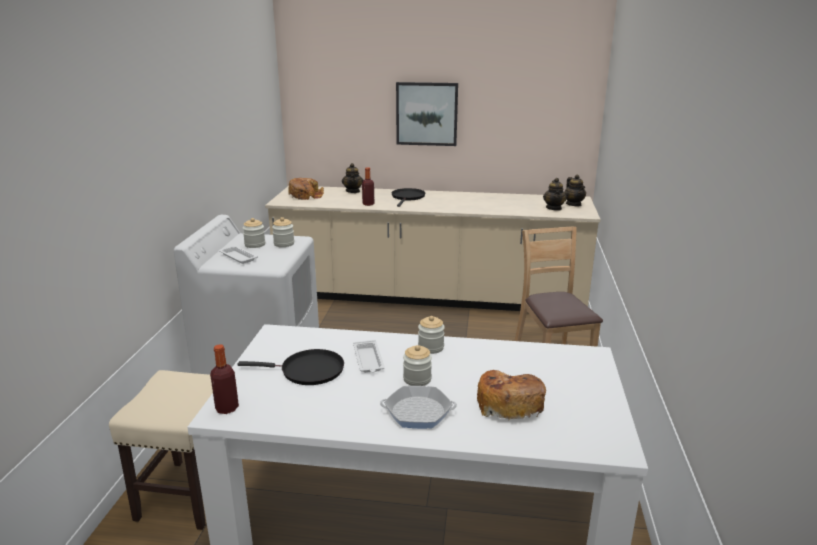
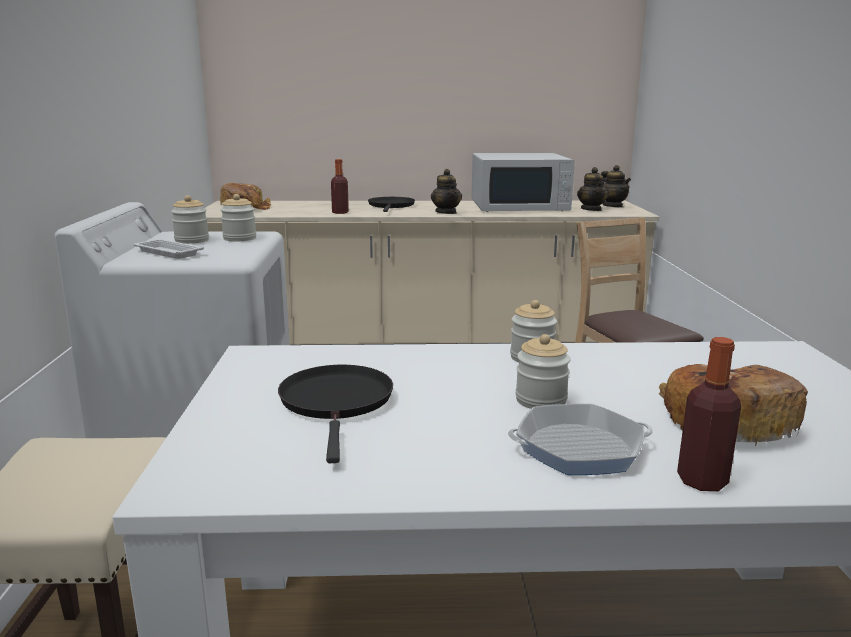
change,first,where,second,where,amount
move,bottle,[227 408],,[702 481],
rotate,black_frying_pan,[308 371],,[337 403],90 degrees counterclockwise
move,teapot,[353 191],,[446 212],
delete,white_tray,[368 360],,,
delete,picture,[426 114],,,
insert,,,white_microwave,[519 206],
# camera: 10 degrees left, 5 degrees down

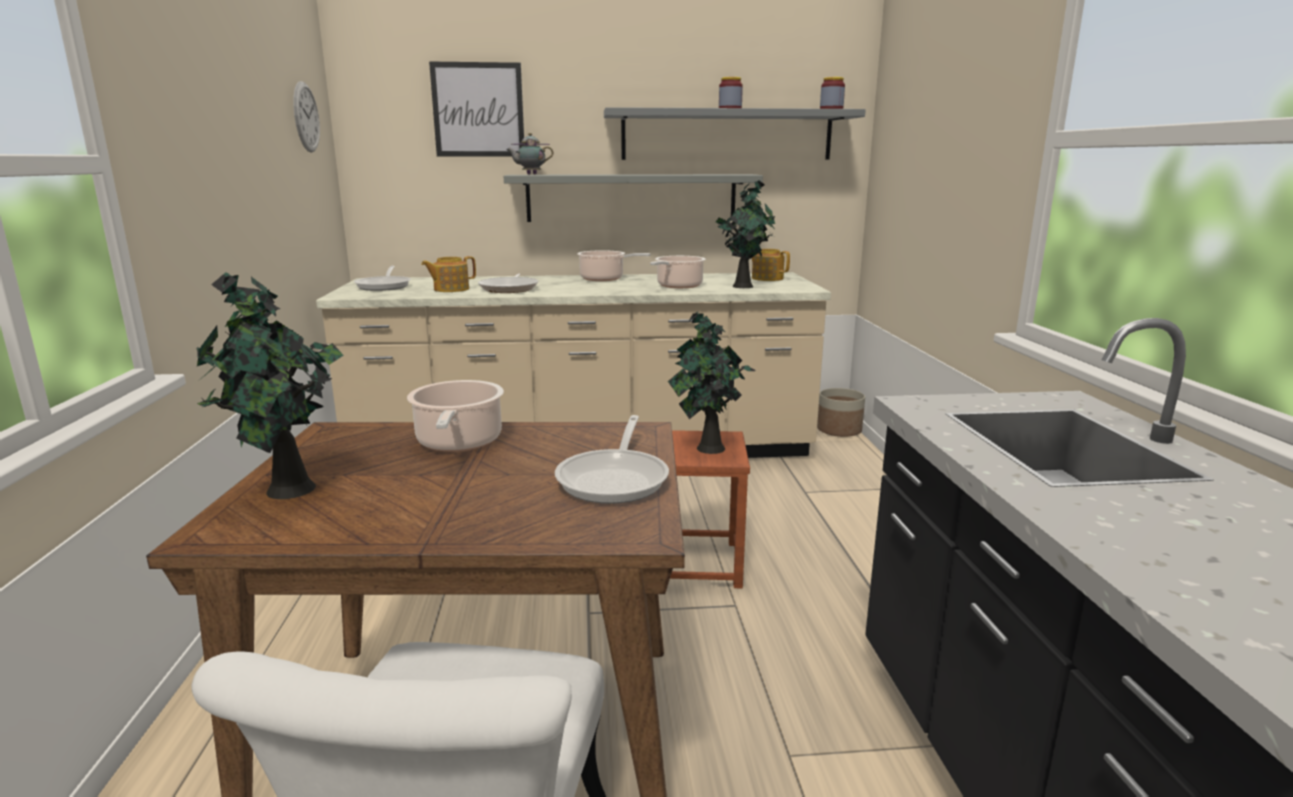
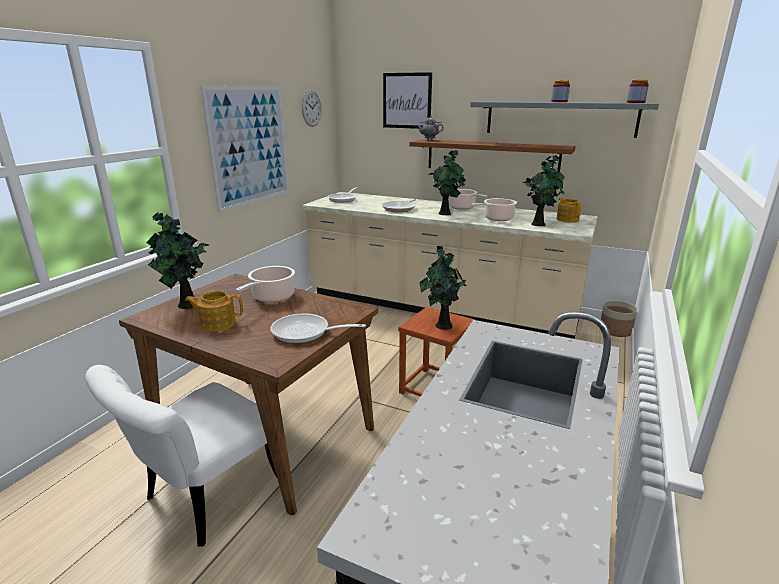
change,first,where,second,where,amount
move,teapot,[450 289],,[217 323],
recolor,grey_shelf,[631 198],brown_shelf,[491 157],
rotate,frying_pan,[615 478],,[306 333],60 degrees clockwise
insert,,,picture,[250 146],
insert,,,potted_plant,[446 213],
# camera: 30 degrees right, 5 degrees up

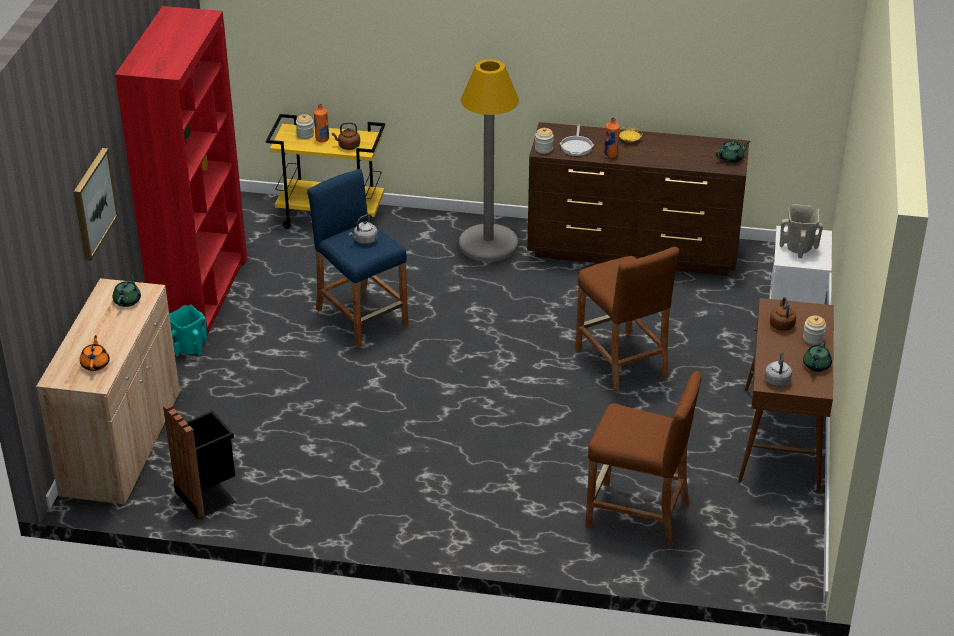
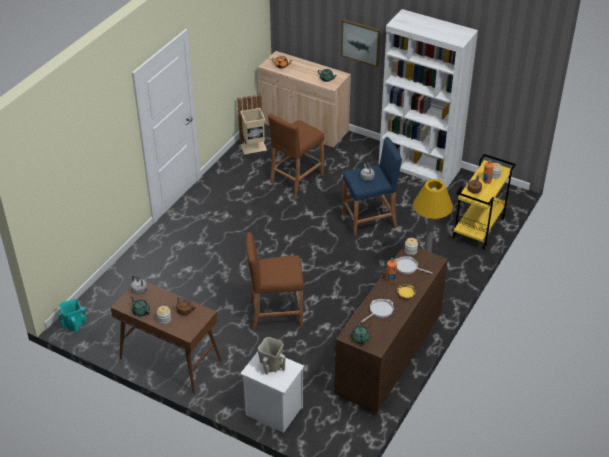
change,first,where,second,where,amount
recolor,red_bookcase,[201 292],white_bookcase,[419 167],
recolor,black_trash_can,[207 495],beige_trash_can,[253 147],
move,turquoise_vase,[189 349],,[74 325],
move,brown_stool,[637 515],,[296 178],
insert,,,frying_pan,[379 310],
# camera: 110 degrees right, 5 degrees up

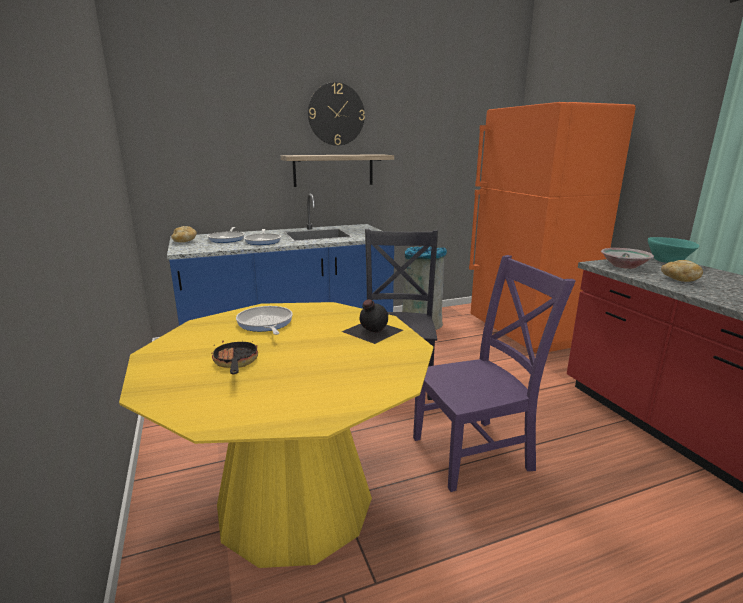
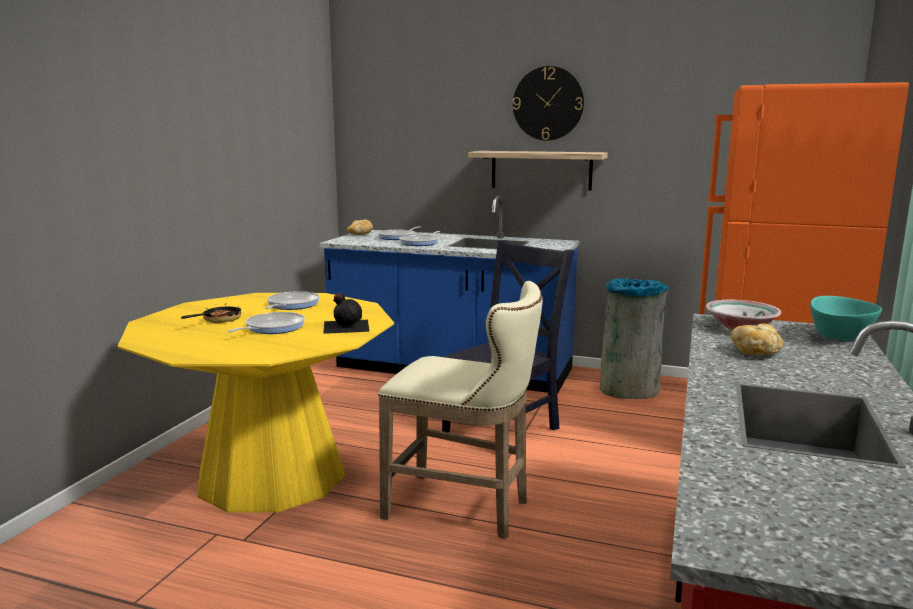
change,first,where,second,where,amount
replace,purple_chair,[476 452],beige_stool,[464 509],
insert,,,frying_pan,[272 328],
# camera: 40 degrees right, 5 degrees down

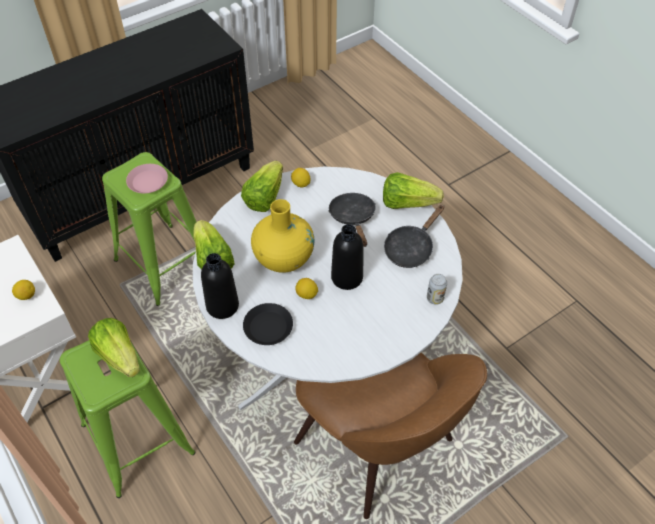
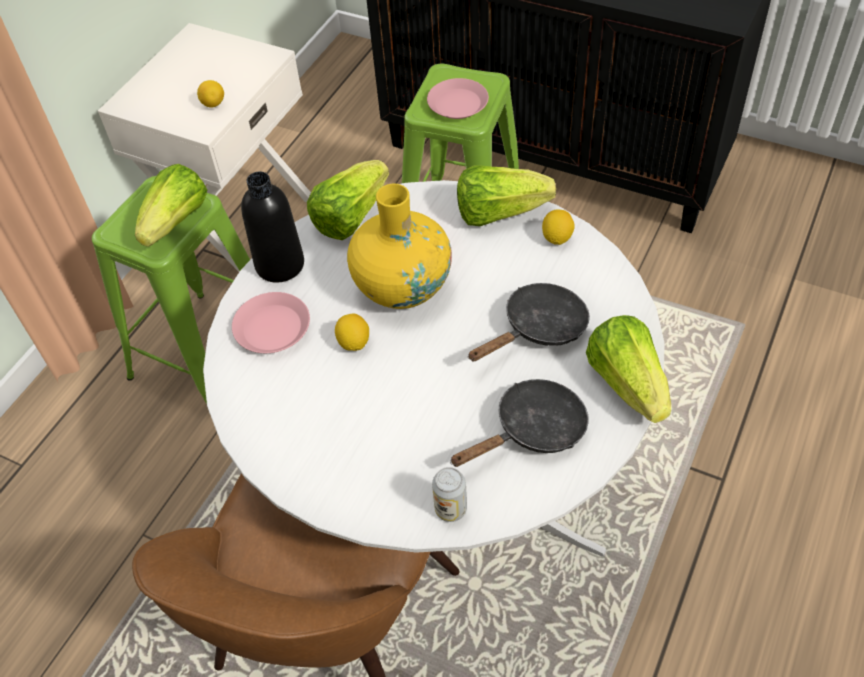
change,first,where,second,where,amount
recolor,black_plate,[268 327],pink_plate,[272 327],
delete,black_bottle,[347 277],,,
rotate,black_frying_pan,[411 248],,[533 430],135 degrees clockwise
# camera: 65 degrees right, 0 degrees up

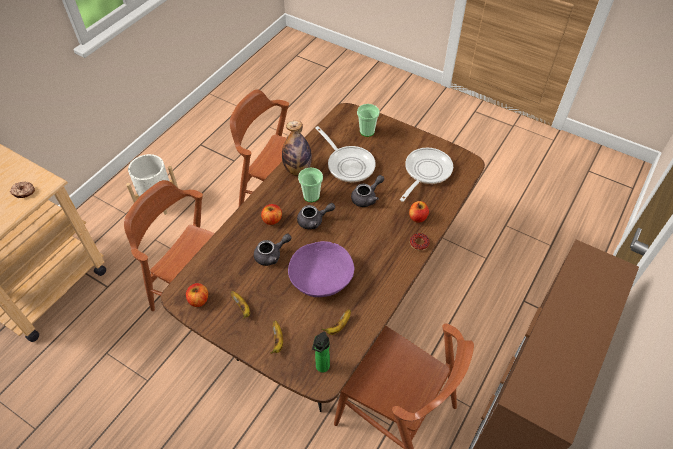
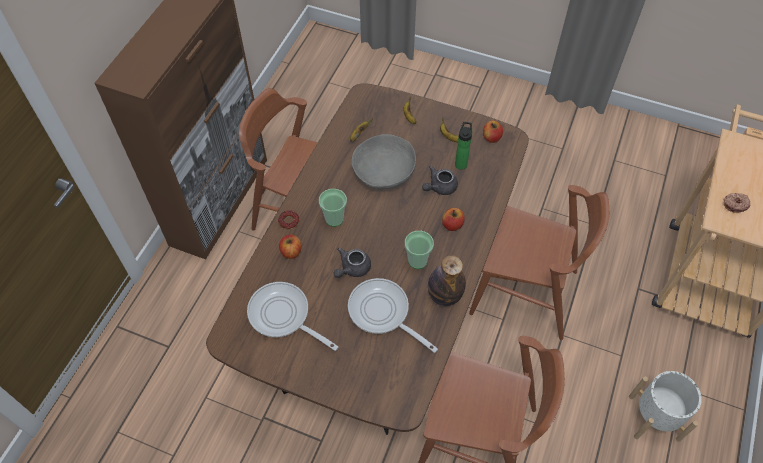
change,first,where,second,where,amount
recolor,purple_bowl,[321 278],grey_bowl,[384 172],
delete,grey_teapot,[314 221],,,
move,bottle,[321 368],,[461 163],
move,cup,[367 131],,[334 219],
rotate,frying_pan,[425 172],,[283 316],105 degrees clockwise
# camera: 170 degrees right, 5 degrees up

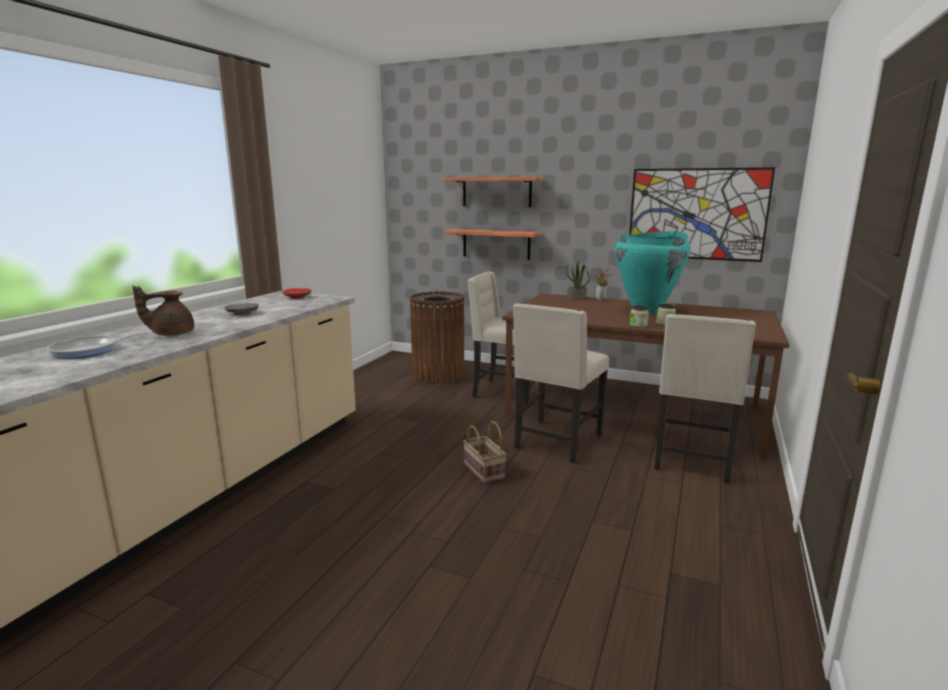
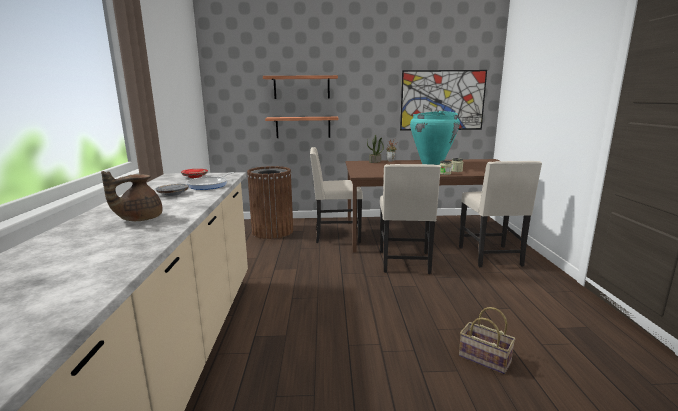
change,first,where,second,where,amount
move,frying_pan,[89 350],,[210 185],
move,basket,[482 470],,[483 358],
# camera: 25 degrees left, 0 degrees up

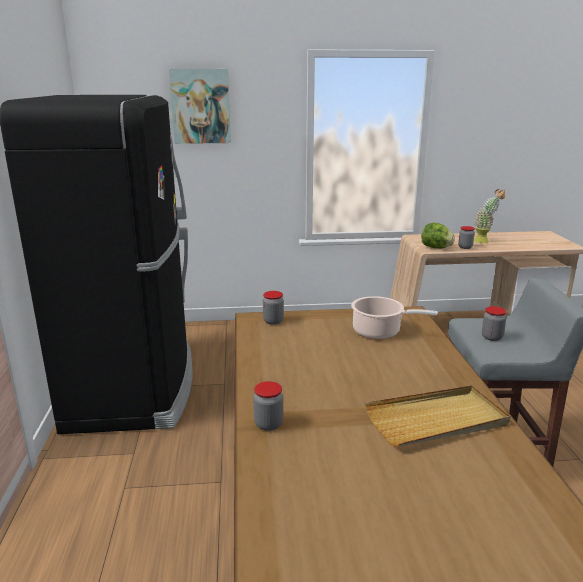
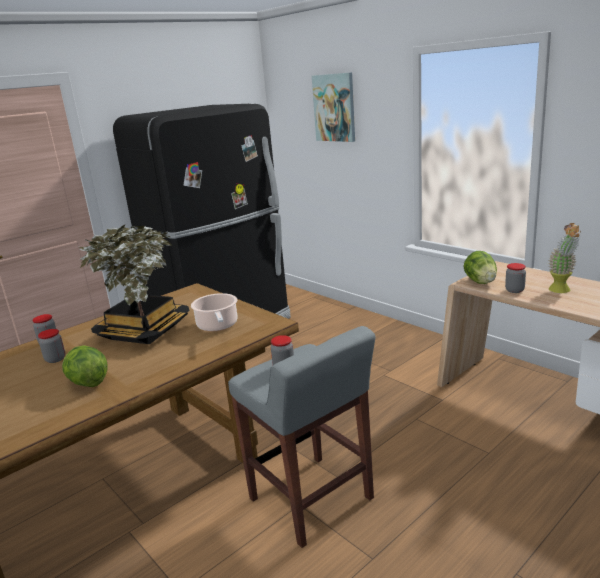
change,first,where,second,where,amount
move,jar,[273 321],,[55 359],
replace,beige_tray,[437 420],lettuce,[87 383],
insert,,,potted_plant,[144 331],
# camera: 55 degrees right, 0 degrees up

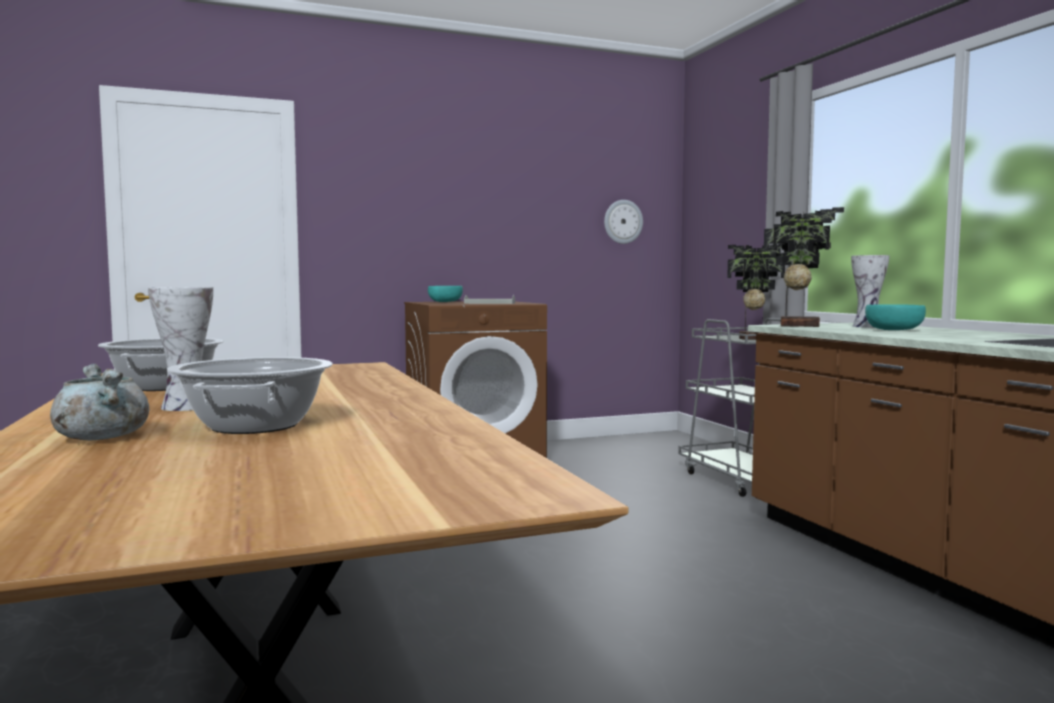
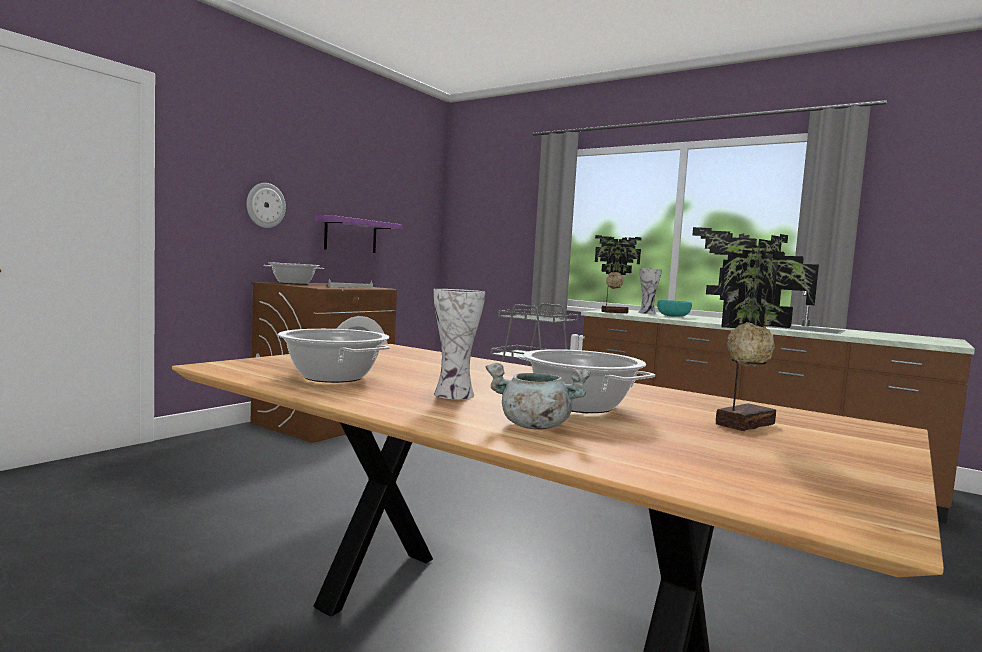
change,first,where,second,where,amount
replace,turquoise_bowl,[446 301],cooking_pot,[293 283],
move,wall_clock,[623 221],,[265 205],
move,potted_plant,[754 339],,[740 423],
insert,,,purple_shelf,[351 235],
# camera: 35 degrees left, 0 degrees up

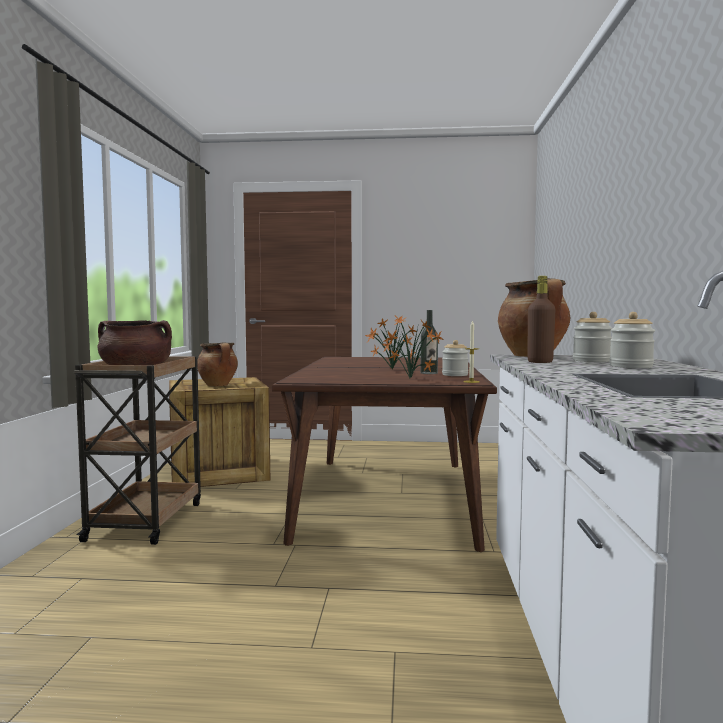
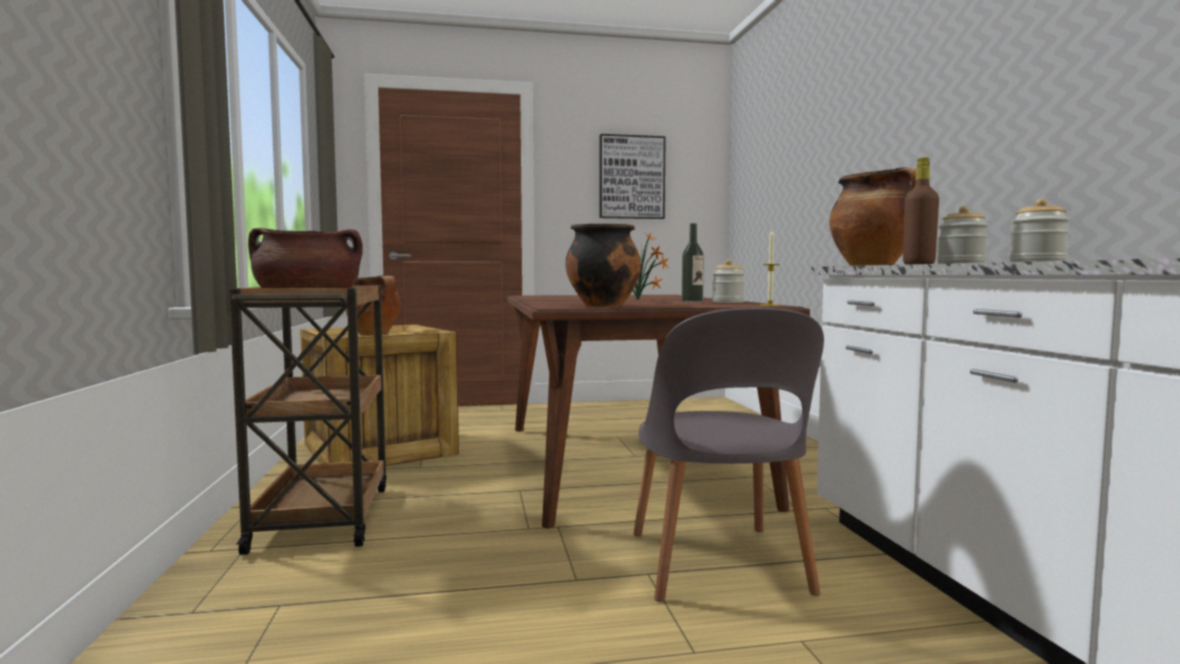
change,first,where,second,where,amount
delete,potted_plant,[409 379],,,
insert,,,cooking_pot,[602 306],
insert,,,picture,[631 177],
insert,,,grey_chair,[718 566],
# camera: 15 degrees left, 0 degrees up

